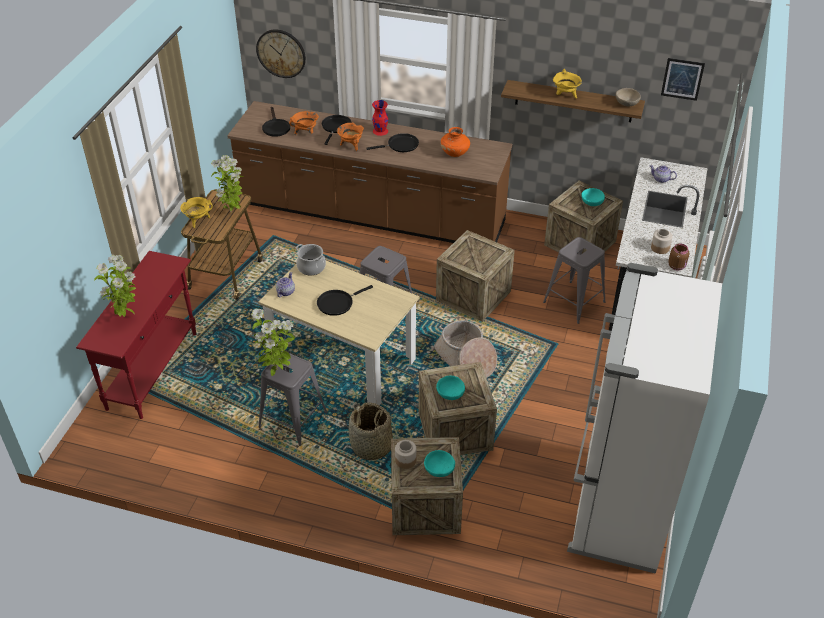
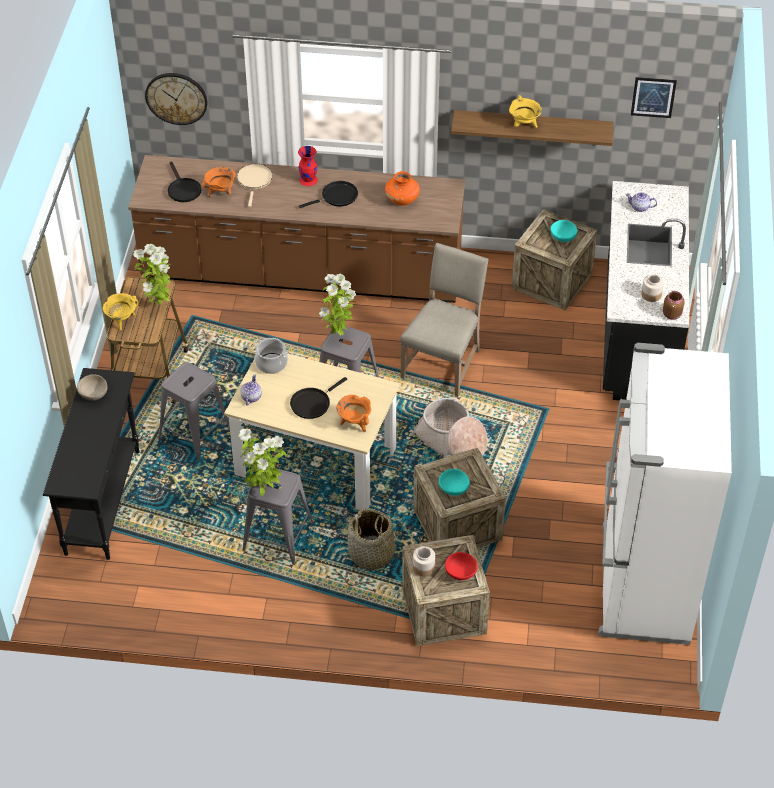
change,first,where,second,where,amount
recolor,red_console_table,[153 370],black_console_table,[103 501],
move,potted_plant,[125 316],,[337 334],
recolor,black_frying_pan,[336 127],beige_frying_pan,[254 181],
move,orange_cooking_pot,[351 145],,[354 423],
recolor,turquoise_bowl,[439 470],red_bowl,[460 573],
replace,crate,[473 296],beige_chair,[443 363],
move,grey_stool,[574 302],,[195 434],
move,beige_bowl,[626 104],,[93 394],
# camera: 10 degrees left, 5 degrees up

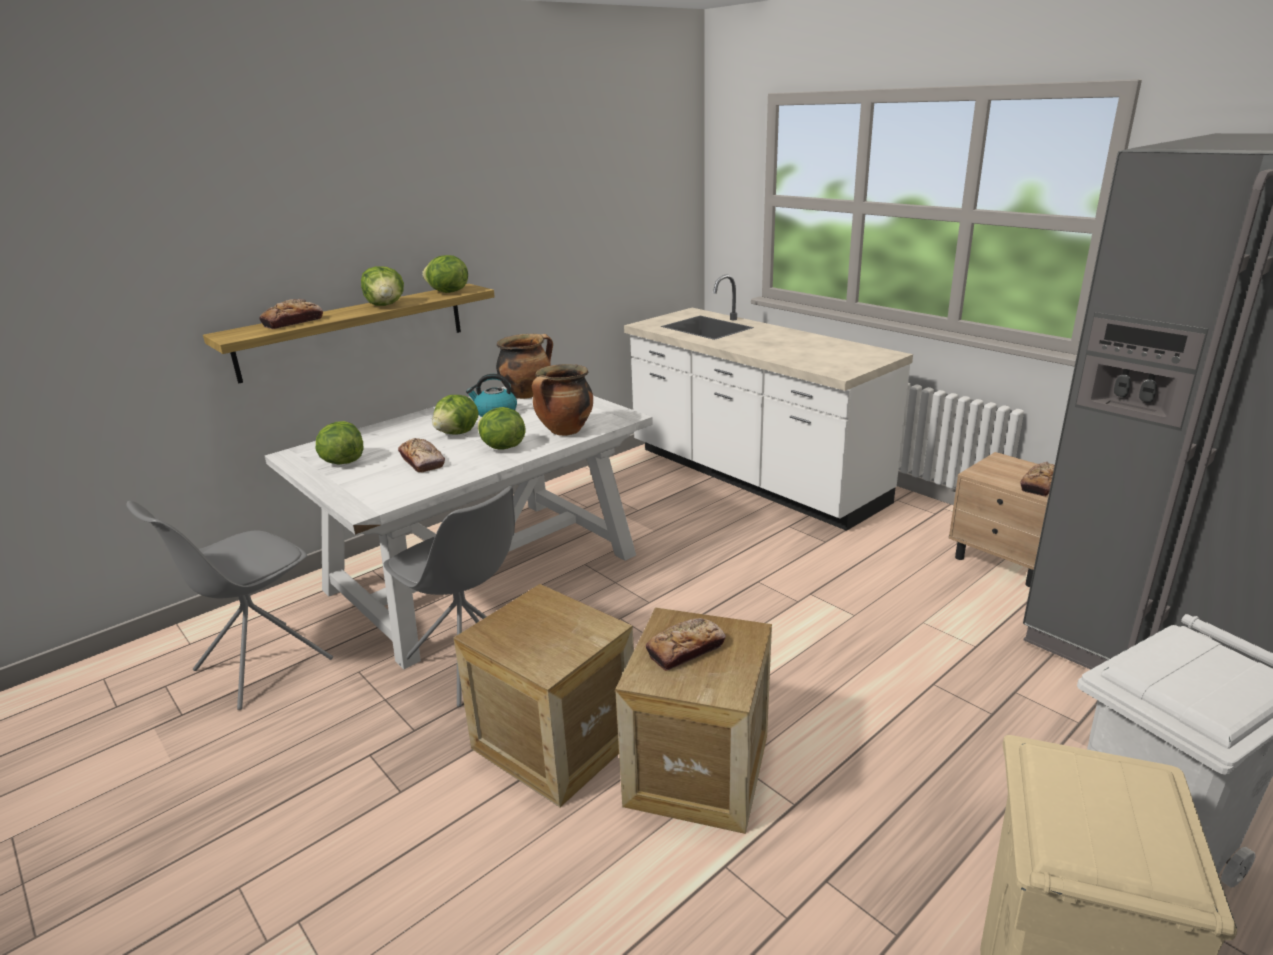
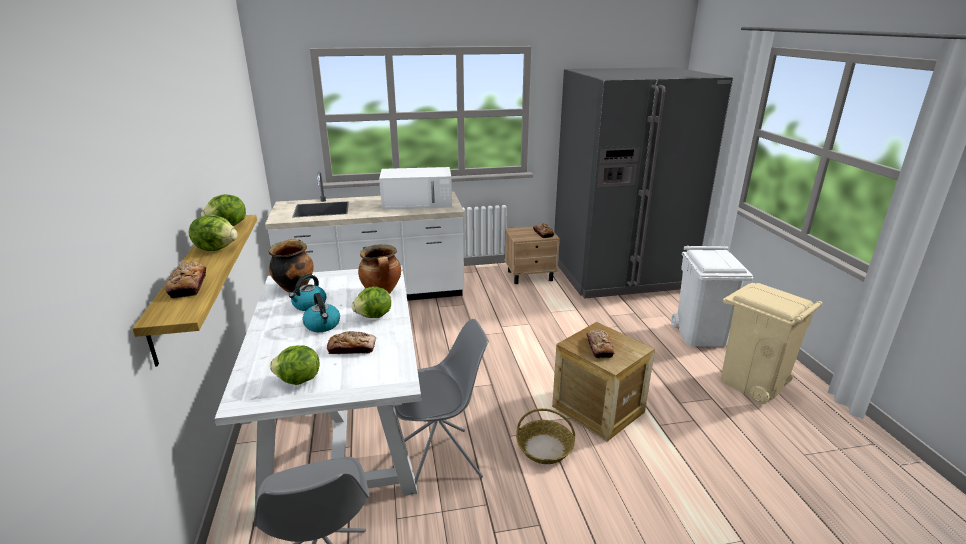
change,first,where,second,where,amount
replace,lettuce,[458 433],kettle,[323 325],
replace,crate,[554 742],basket,[544 448],
insert,,,white_microwave,[418 202],
# camera: 60 degrees left, 0 degrees up

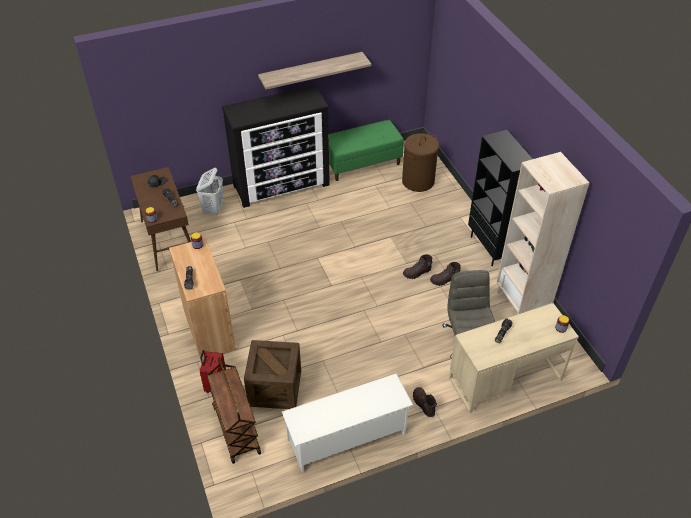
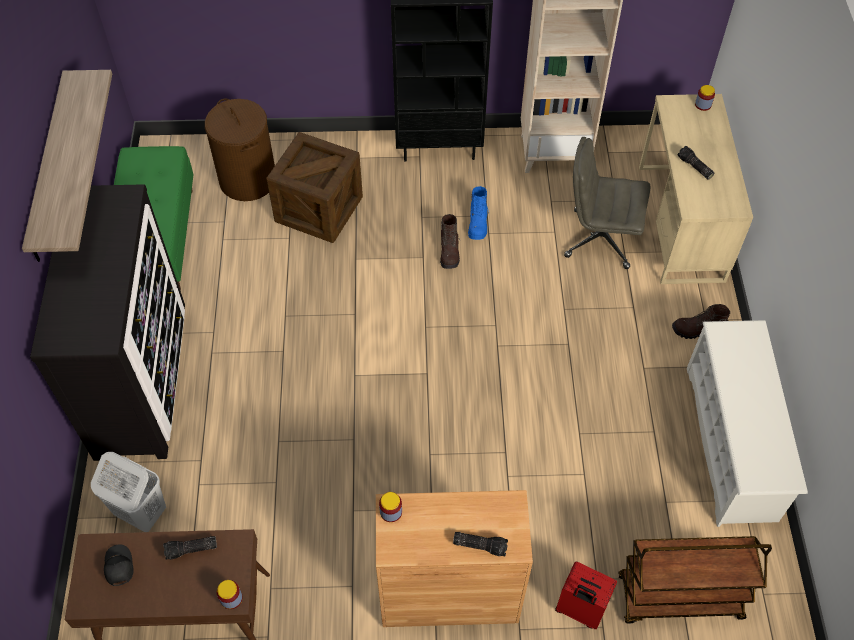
change,first,where,second,where,amount
move,crate,[275 388],,[319 209],
recolor,brown_boot,[444 280],blue_boot,[478 223],
# camera: 70 degrees left, 10 degrees up

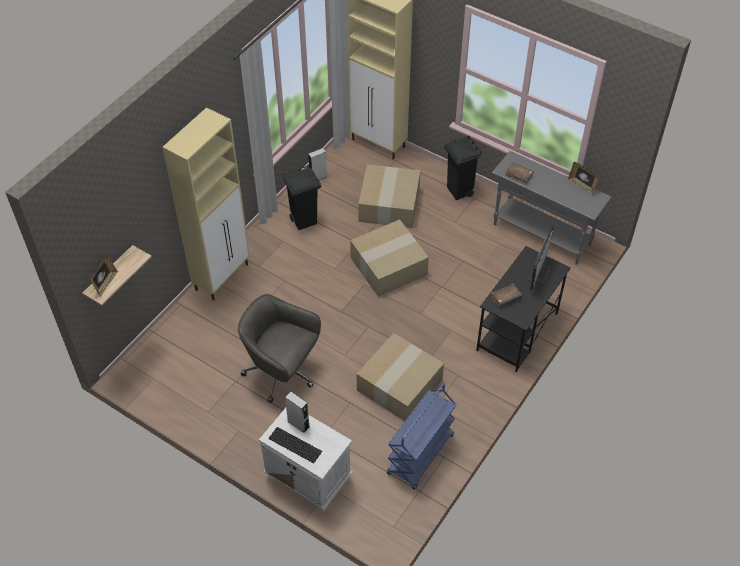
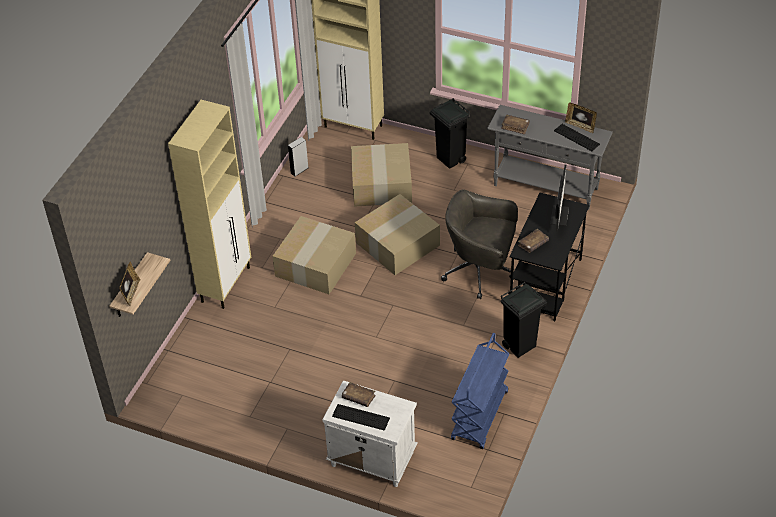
change,first,where,second,where,amount
move,grey_office_chair,[282 372],,[480 271],
move,black_trash_can,[304 221],,[520 345],
replace,grey_speaker,[298 424],brown_book,[358 397],
move,cardboard_box,[399 384],,[315 263],
insert,,,keyboard,[576 137],
# camera: 10 degrees left, 5 degrees down

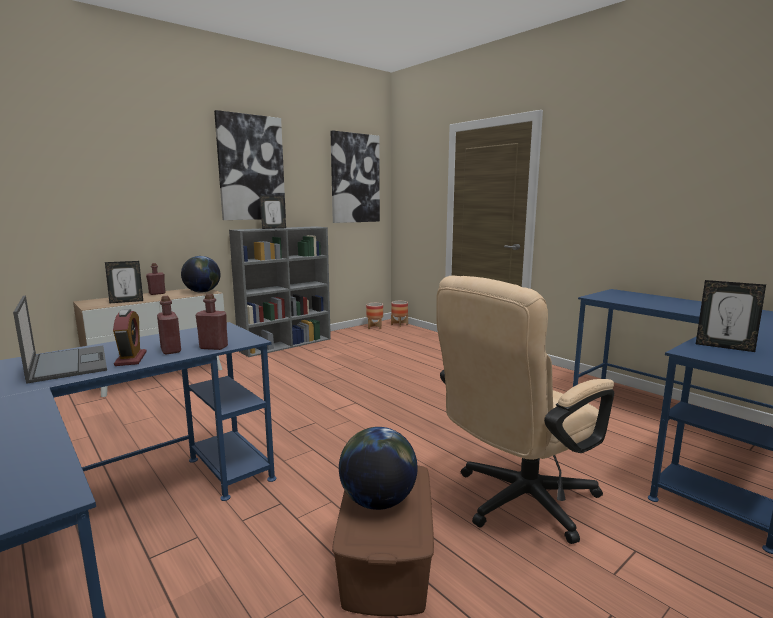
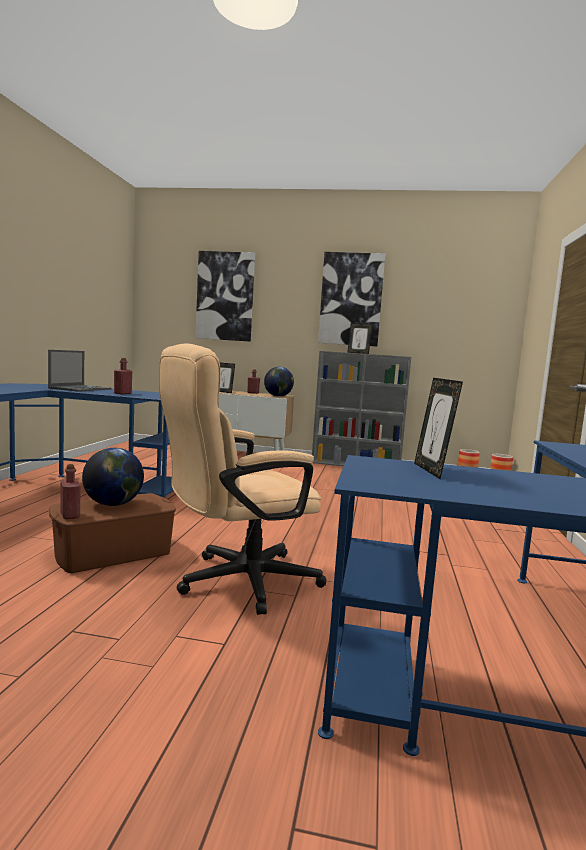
change,first,where,second,where,amount
delete,alarm_clock,[131 359],,,
move,red_bottle,[213 347],,[70 515],
move,picture,[355 178],,[225 296],
rotate,beige_office_chair,[516 503],,[236 582],45 degrees counterclockwise
# camera: 50 degrees right, 5 degrees down

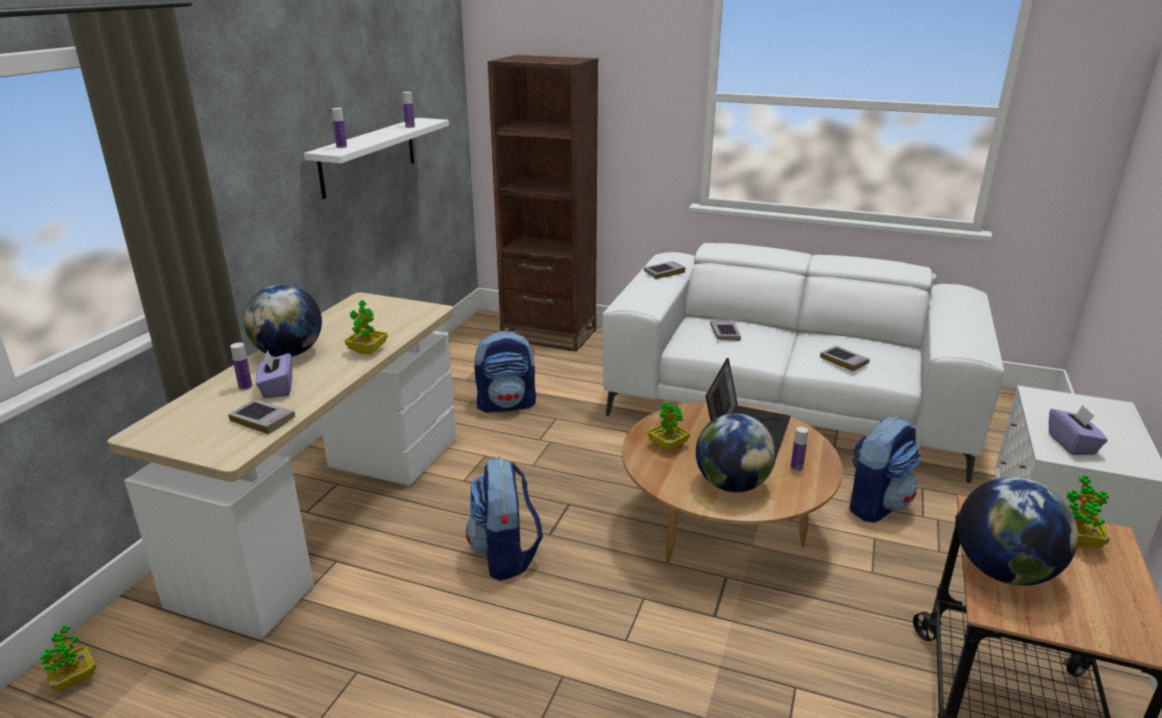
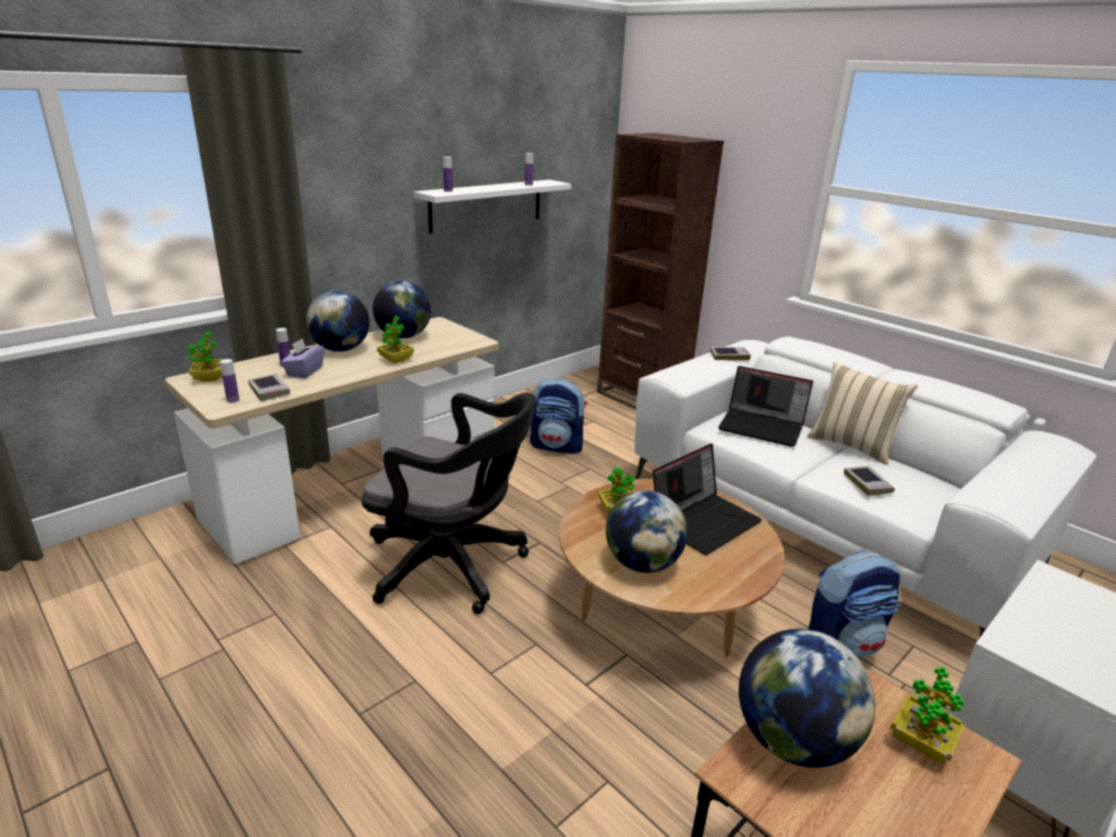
change,first,where,second,where,amount
move,potted_plant,[74 679],,[210 379],
replace,backpack,[505 556],black_office_chair,[453 566],
replace,book,[724 333],laptop,[762 427],
move,bottle,[796 468],,[233 400],
delete,purple_tissue_box,[1072 444],,,
insert,,,globe,[403 336],
insert,,,beige_pillow,[851 446],
# camera: 25 degrees right, 0 degrees up

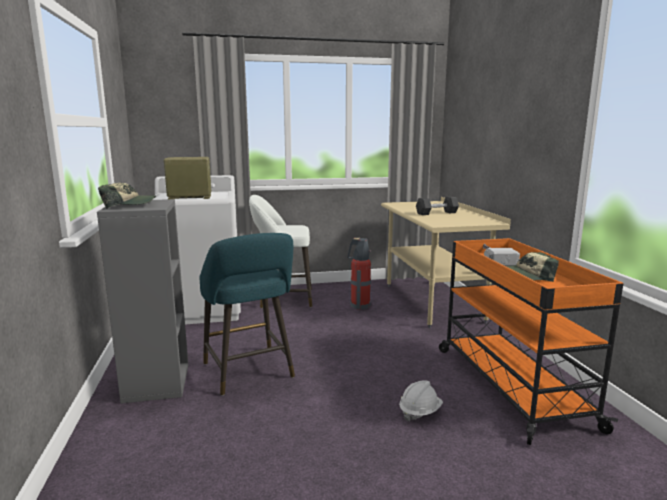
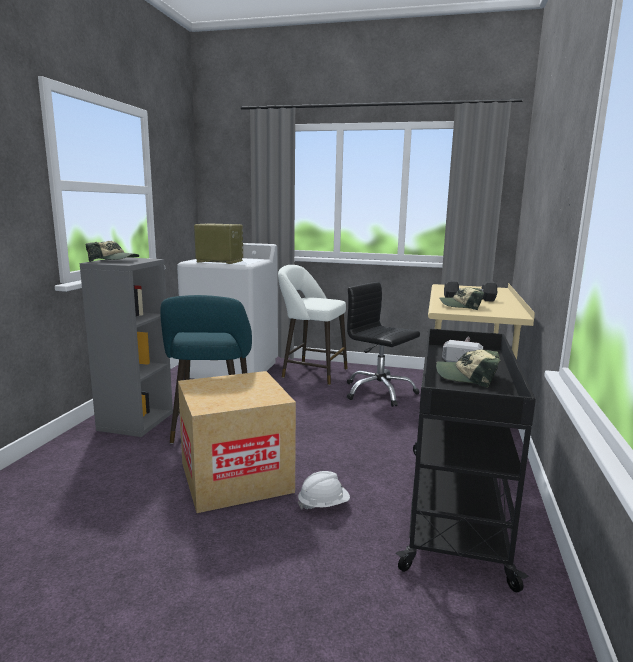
change,first,where,second,where,amount
replace,fire_extinguisher,[359 305],black_office_chair,[379 392],
recolor,orange_cart,[510 385],black_cart,[454 506],
insert,,,cardboard_box,[235 477],
insert,,,cap,[460 306],
# camera: 25 degrees right, 0 degrees up

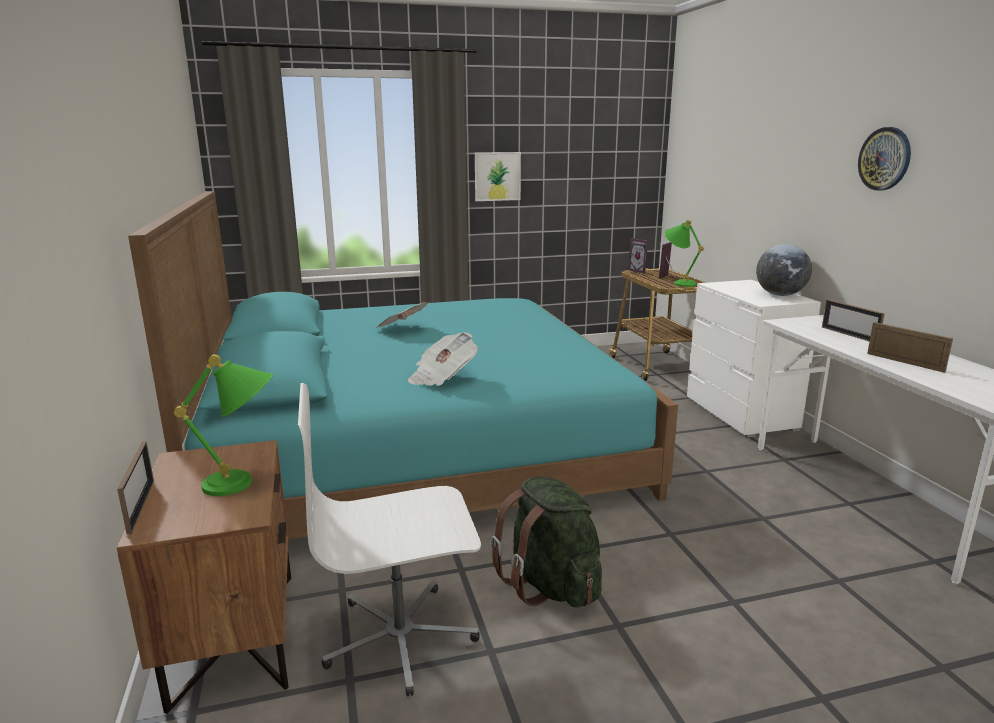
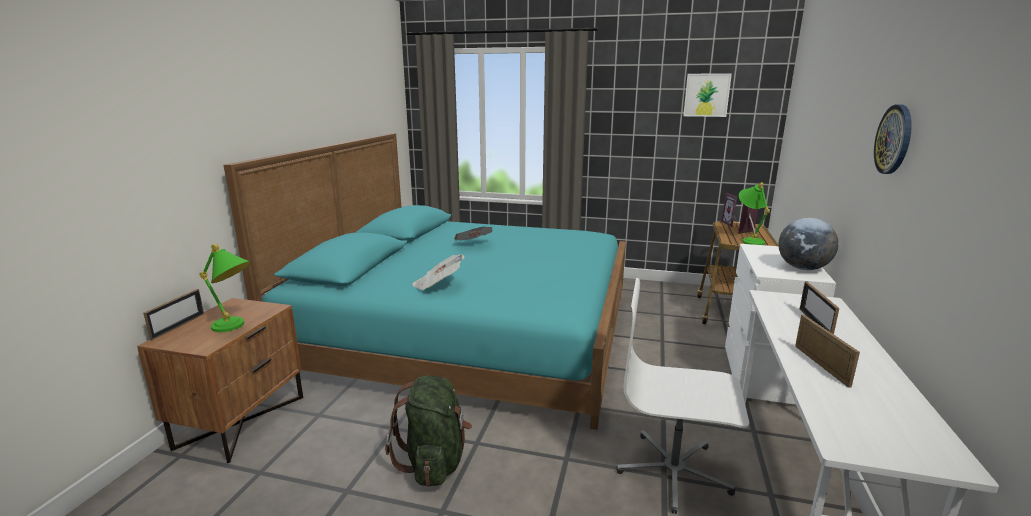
change,first,where,second,where,amount
move,white_office_chair,[401 637],,[674 472],
move,picture,[497 176],,[706 95],
# camera: 30 degrees right, 0 degrees up

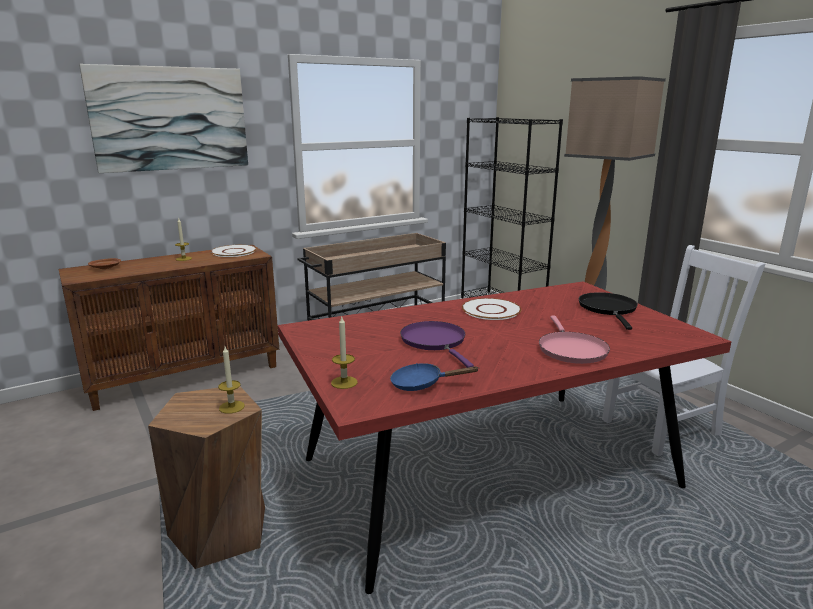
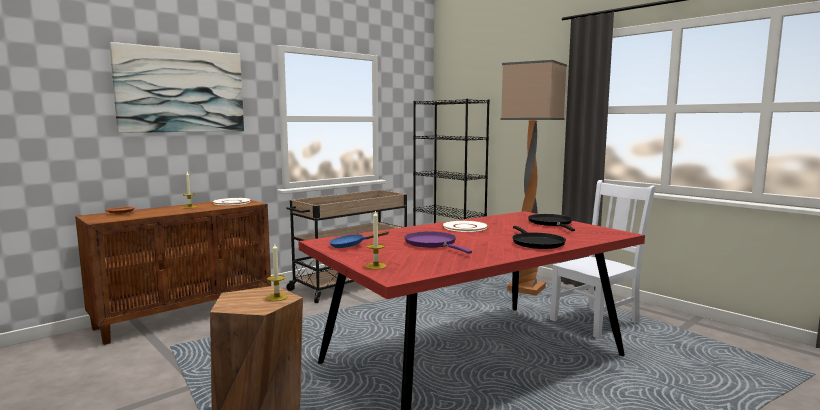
change,first,where,second,where,amount
move,blue_frying_pan,[422 384],,[351 246],
recolor,pink_frying_pan,[571 349],black_frying_pan,[536 243],
# camera: 10 degrees left, 10 degrees down

